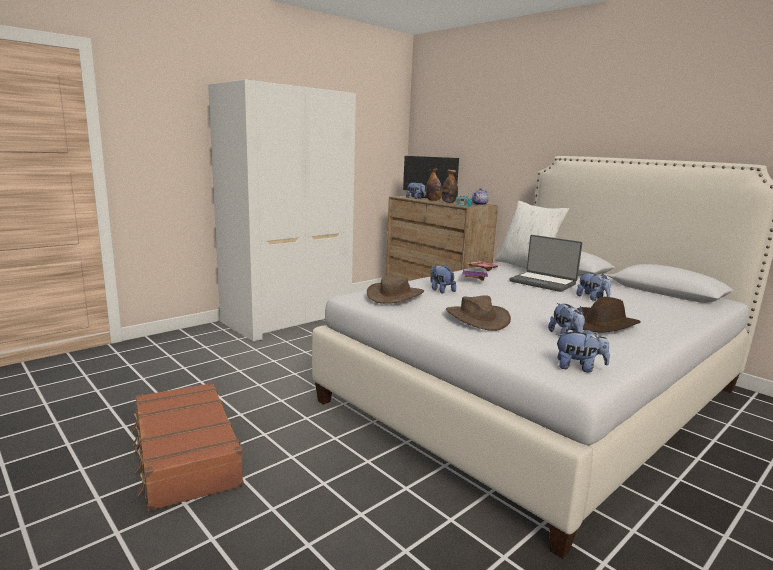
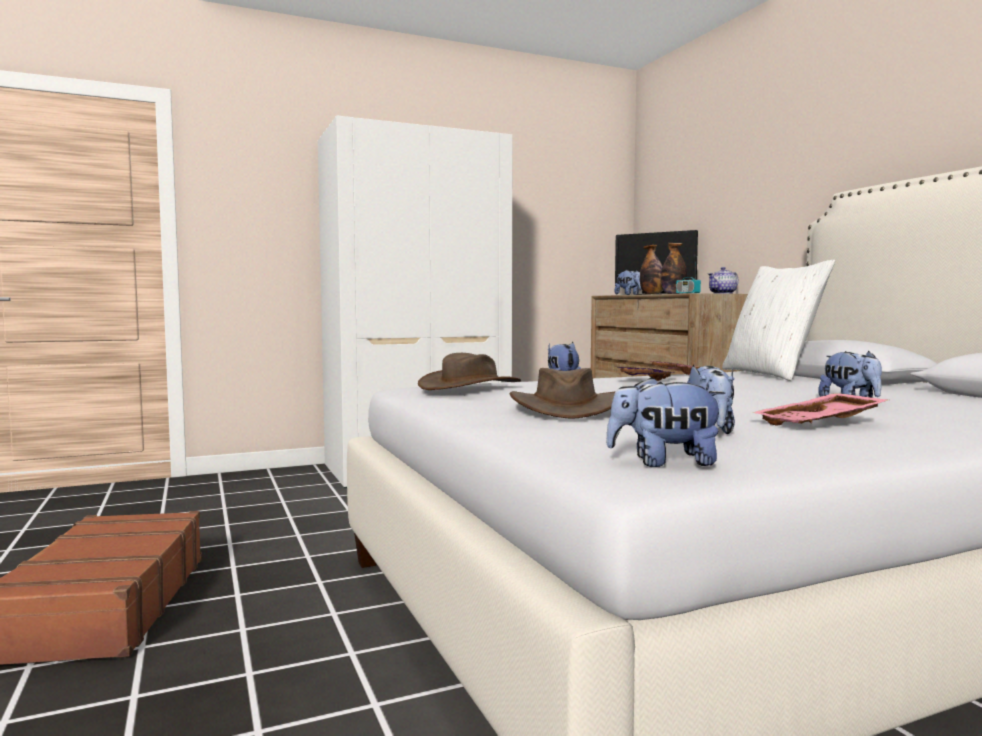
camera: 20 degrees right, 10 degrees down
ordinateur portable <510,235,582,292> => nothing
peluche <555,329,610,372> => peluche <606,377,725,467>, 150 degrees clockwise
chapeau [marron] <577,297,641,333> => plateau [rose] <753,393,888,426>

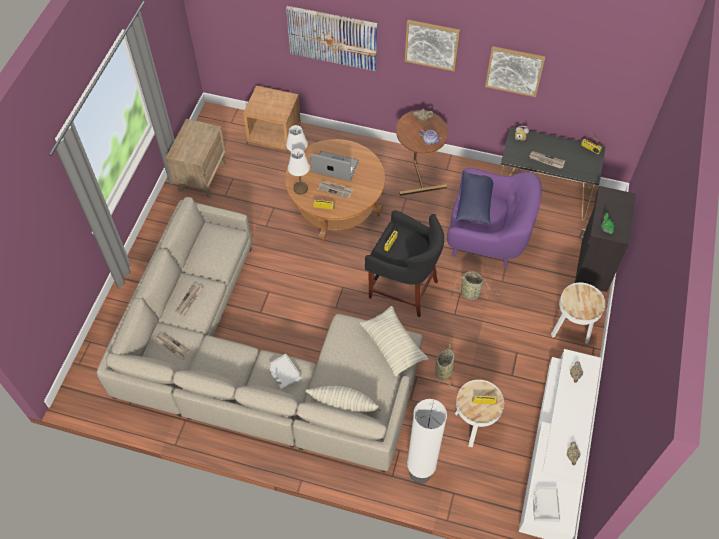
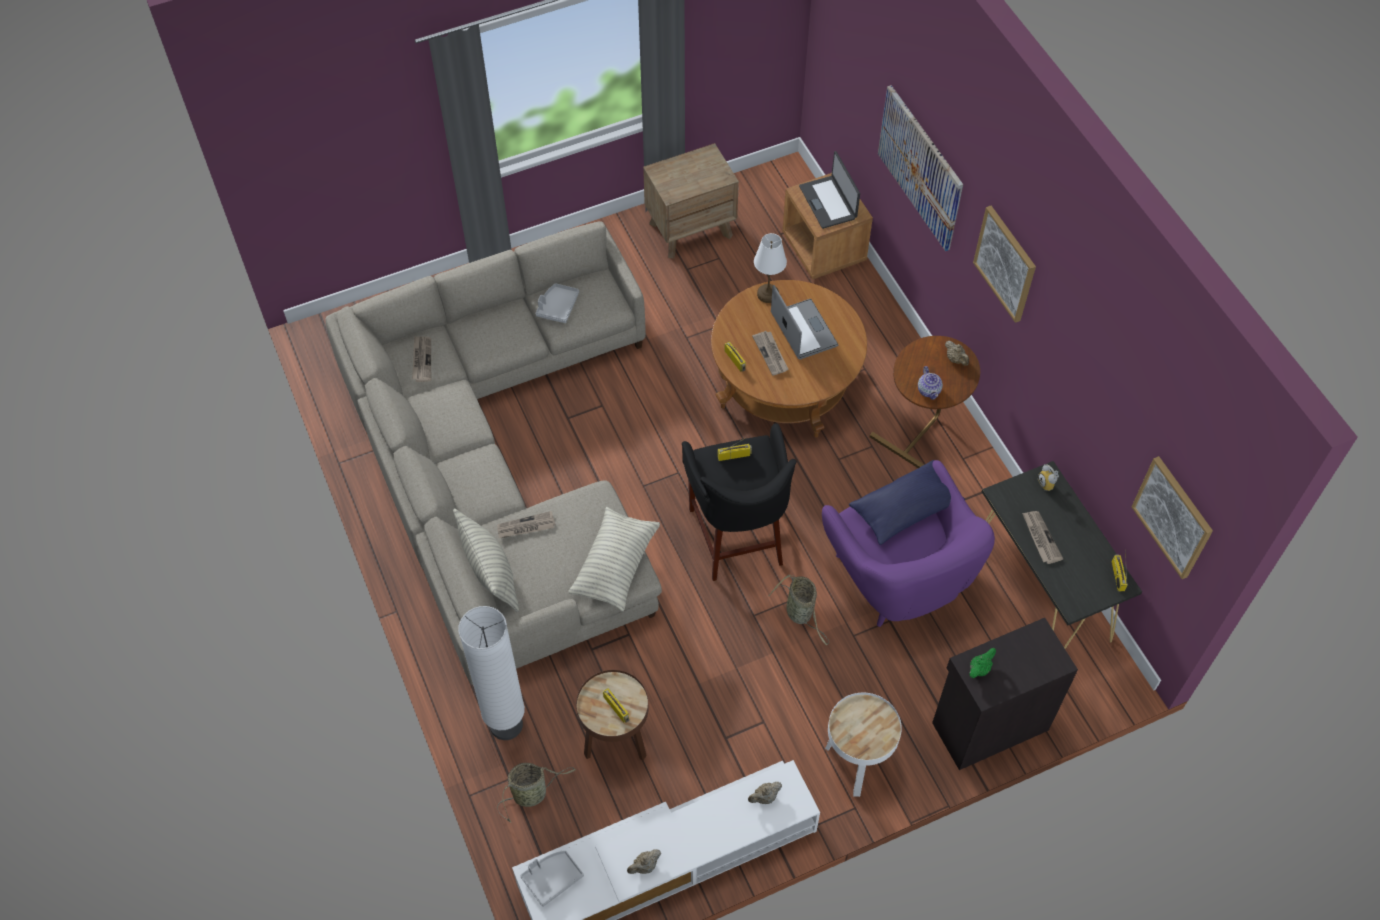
camera: 50 degrees right, 0 degrees up
journal <175,283,203,316> => journal <497,511,556,538>, moved
plateau [gris] <270,354,302,390> => plateau [gris] <535,283,579,323>, moved
lampe de table [blanc] <288,149,310,195> => nothing
panier <435,343,455,391> => panier <497,763,576,823>, moved
table d'appoint [blanc] <455,380,504,447> => table d'appoint [marron] <576,670,648,761>
tableau <485,46,545,97> => tableau <1131,456,1213,579>, moved
nothing => ordinateur portable <799,151,860,229>

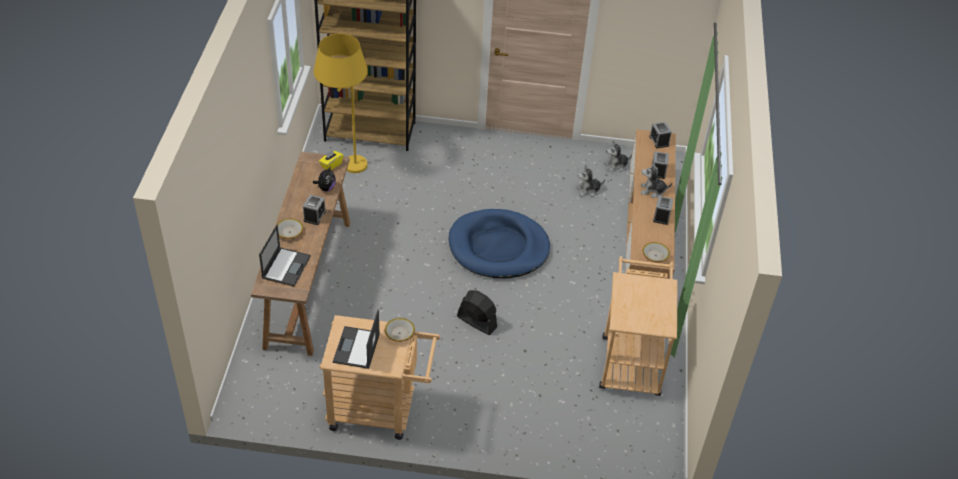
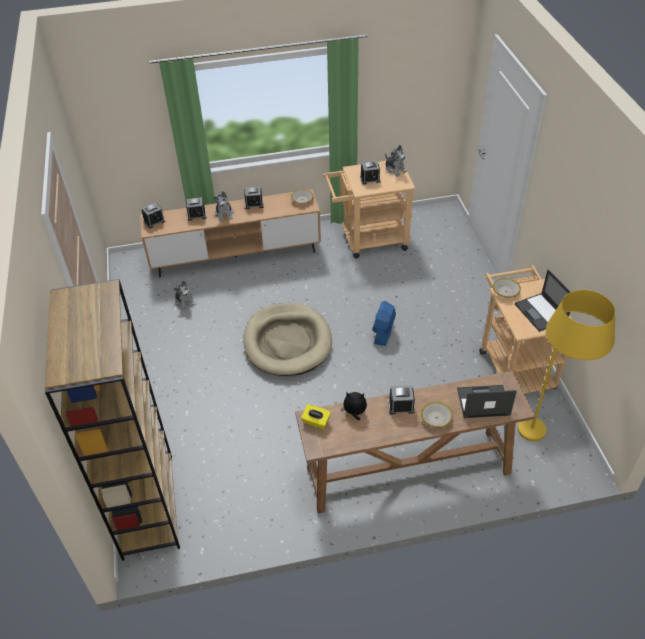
camera: 105 degrees left, 0 degrees up
lampadaire [jaune] <314,34,368,173> => lampadaire [jaune] <518,290,616,441>, moved
ordinateur portable <333,309,380,369> => ordinateur portable <515,269,570,332>, 75 degrees clockwise
panier pour chien [bleu] <448,209,550,278> => panier pour chien [beige] <243,303,332,376>
ventilateur [noir] <457,290,498,335> => ventilateur [bleu] <372,301,396,346>
peluche <604,141,632,172> => peluche <385,145,407,177>, moved
nothing => réveil <360,161,381,185>

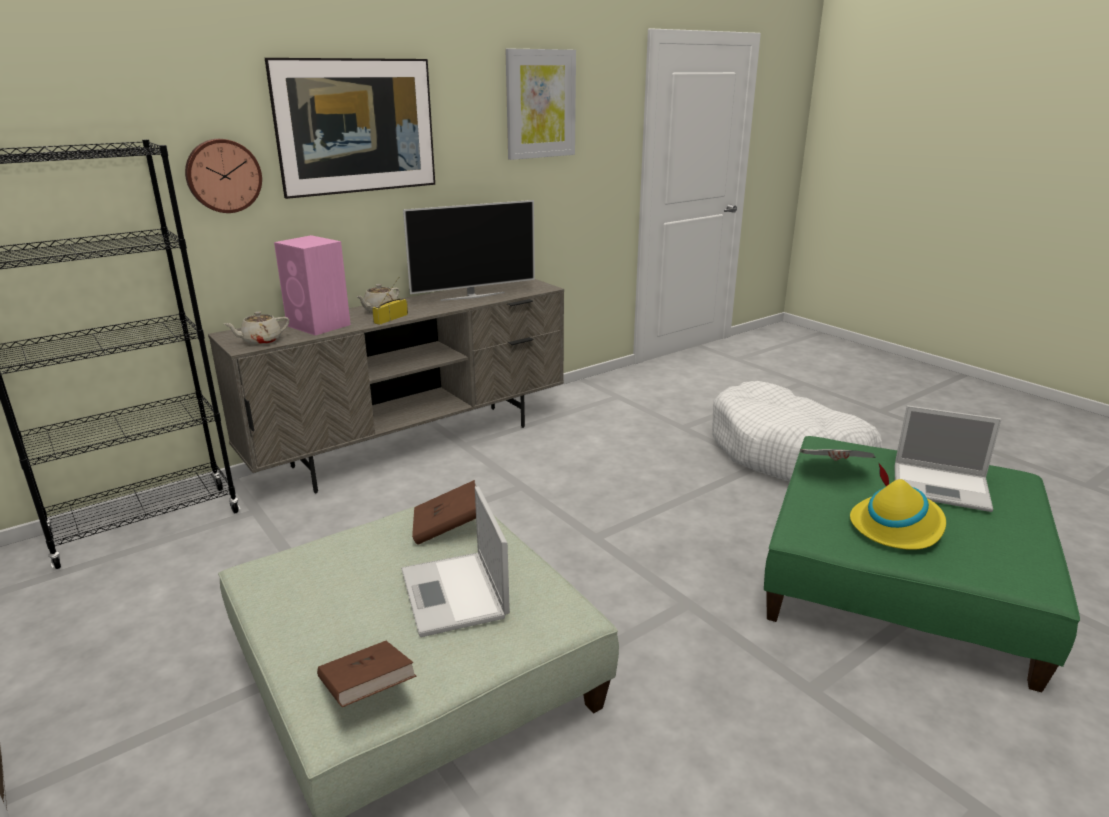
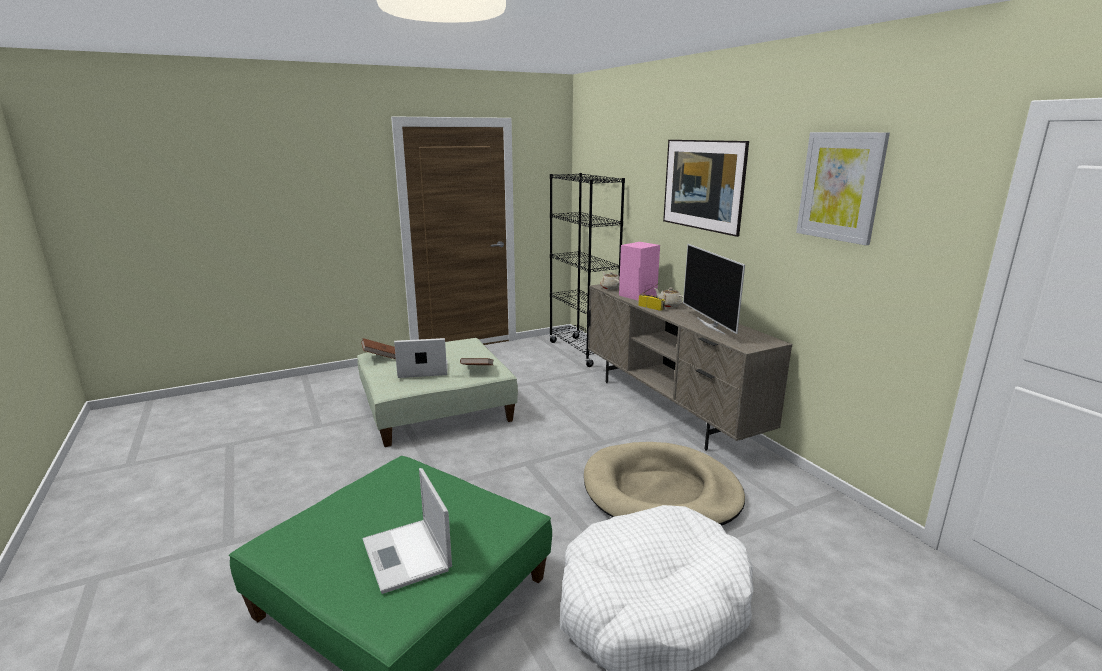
camera: 100 degrees right, 5 degrees down
horloge murale <185,139,262,213> => nothing
journal <799,449,876,461> => nothing
chapeau [jaune] <850,462,946,550> => nothing
ordinateur portable <895,405,1001,512> => ordinateur portable <362,468,452,594>, 60 degrees counterclockwise
nothing => panier pour chien [beige] <584,442,745,526>

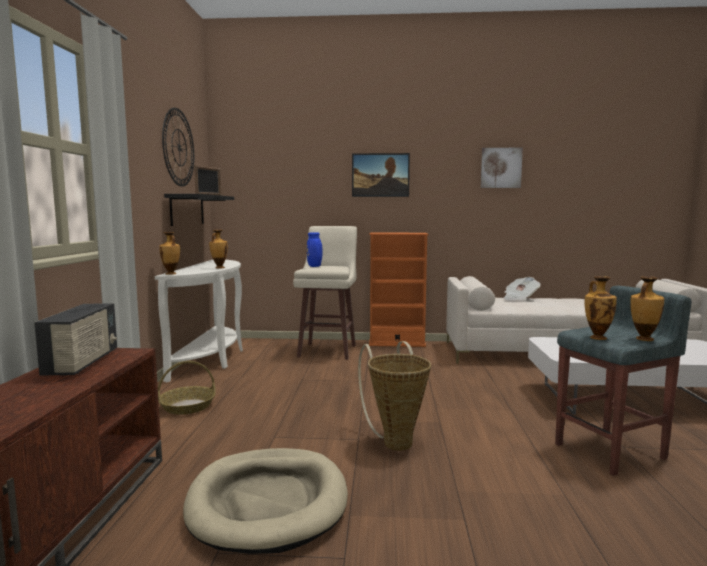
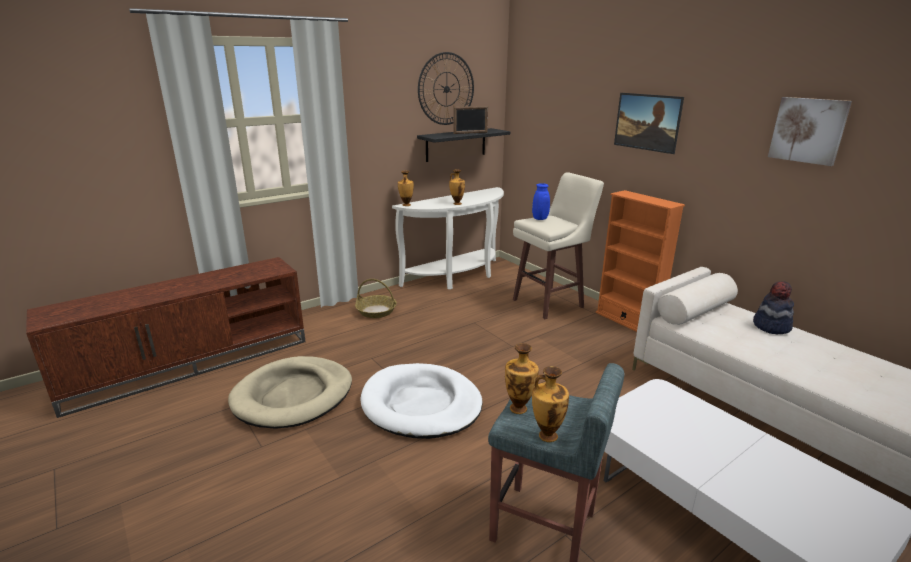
camera: 50 degrees right, 15 degrees up
radio <34,303,117,375> => nothing
panier <358,341,431,451> => panier pour chien [blanc] <360,363,483,439>
journal <503,277,541,301> => chapeau <753,281,794,334>

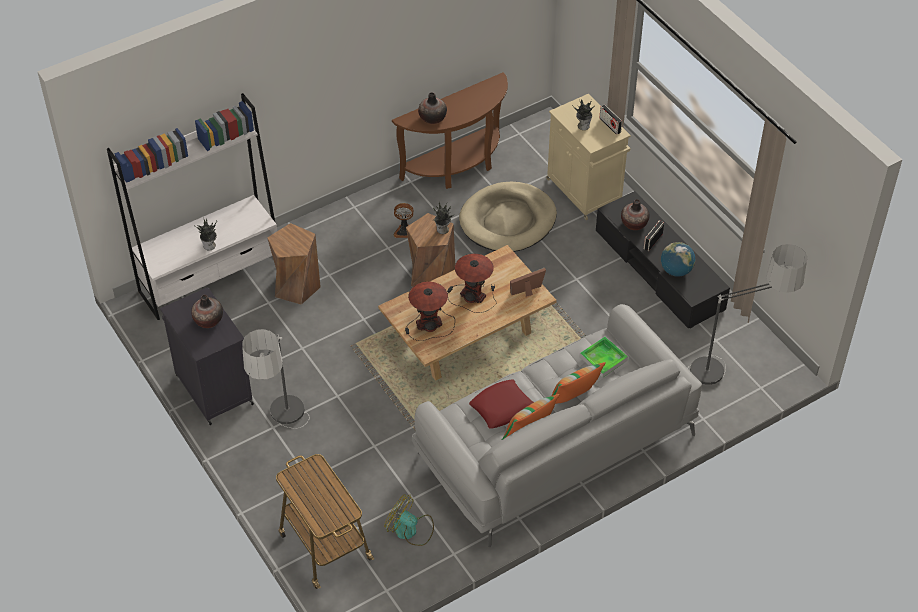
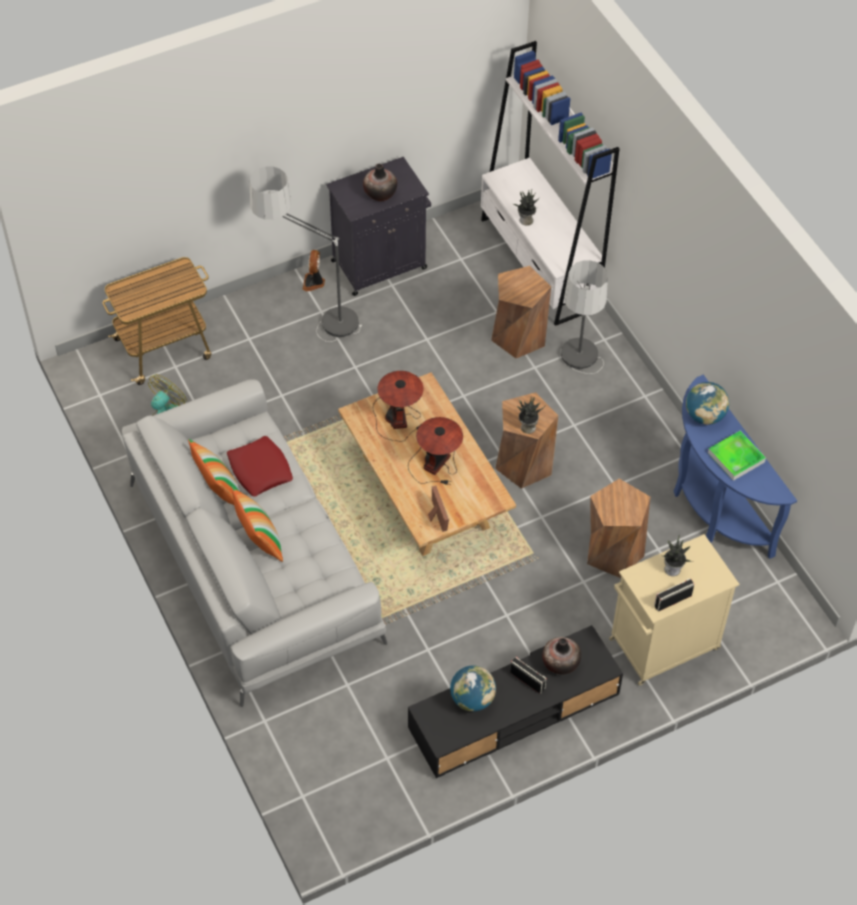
camera: 95 degrees right, 5 degrees up
table console [marron] <392,73,508,189> => table console [bleu] <674,375,797,559>
ventilateur <394,203,414,238> => ventilateur <303,250,325,291>, moved
vase <418,92,447,124> => globe <686,382,729,425>
panier pour chien [beige] <459,182,557,252> => tabouret [marron] <587,479,651,578>
plateau <580,337,628,378> => plateau <708,431,766,481>, moved
lampadaire <690,244,807,385> => lampadaire <561,260,608,374>, moved

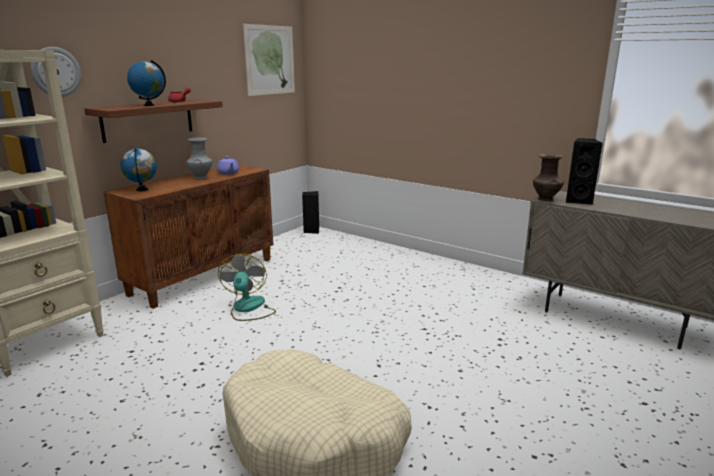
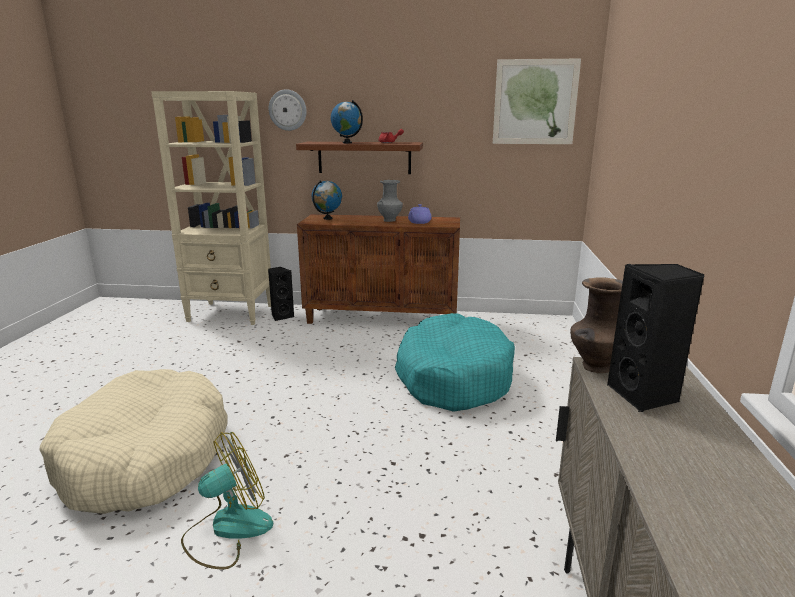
camera: 60 degrees right, 0 degrees up
ventilateur <218,254,276,321> => ventilateur <181,432,273,570>, moved
enceinte [noir] <302,191,319,234> => enceinte [noir] <268,267,294,321>, moved
nothing => panier pour chien [turquoise] <395,313,515,412>

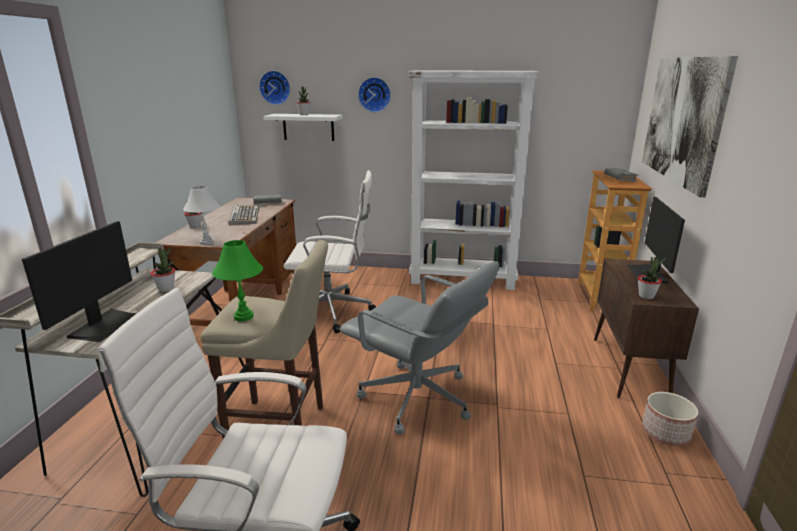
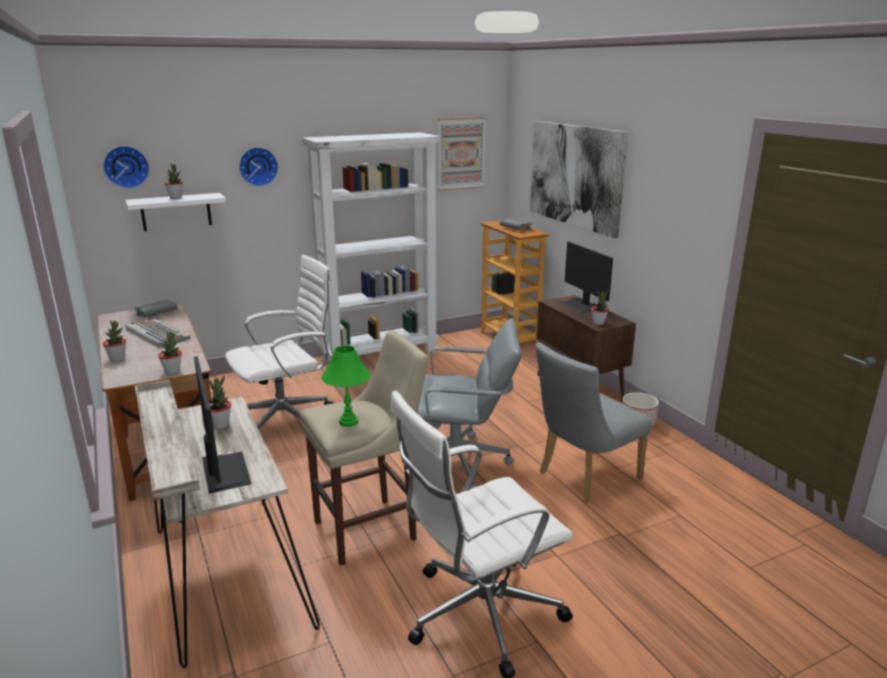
camera: 35 degrees left, 0 degrees up
lampe de table [blanc] <183,186,220,245> => plante en pot <158,331,182,374>
nothing => tableau <438,117,486,191>
nothing => chaise [gris] <535,342,652,502>

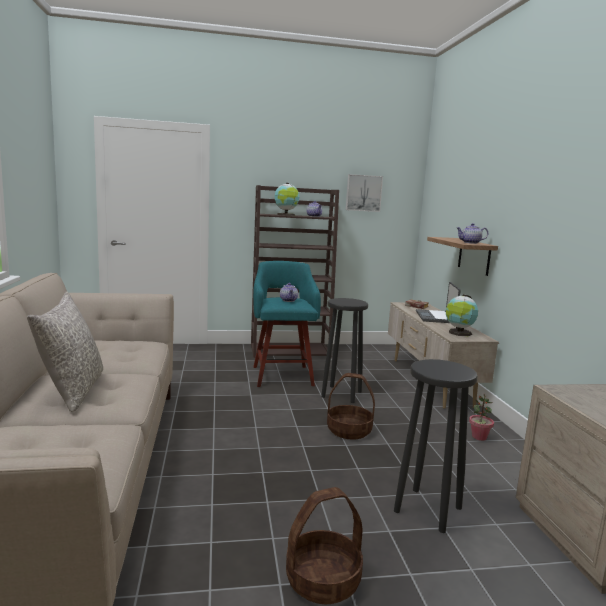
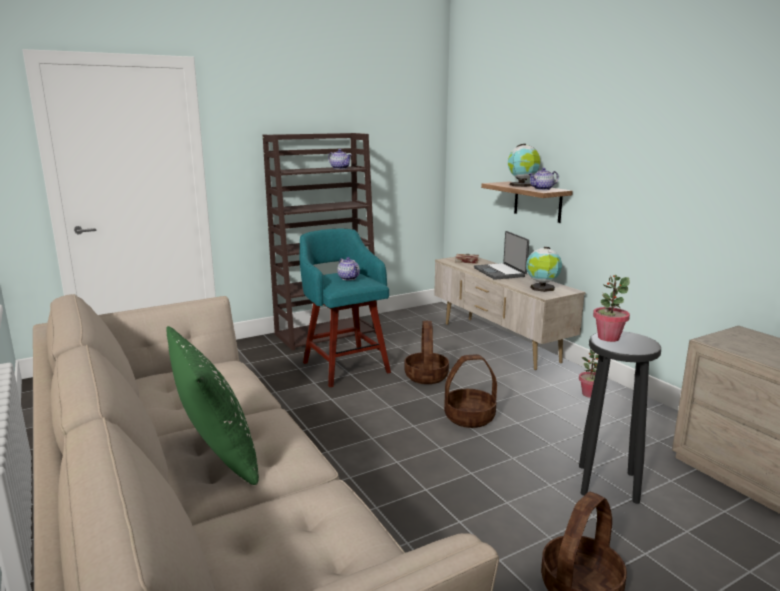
camera: 20 degrees left, 5 degrees up
coussin [gris] <27,291,103,412> => coussin [vert] <166,326,259,485>
globe <275,183,299,216> => globe <508,144,540,187>, moved
tabouret [noir] <321,298,368,403> => panier <404,321,449,384>
tableau <346,174,383,212> => nothing
nothing => plante en pot <593,275,630,342>

